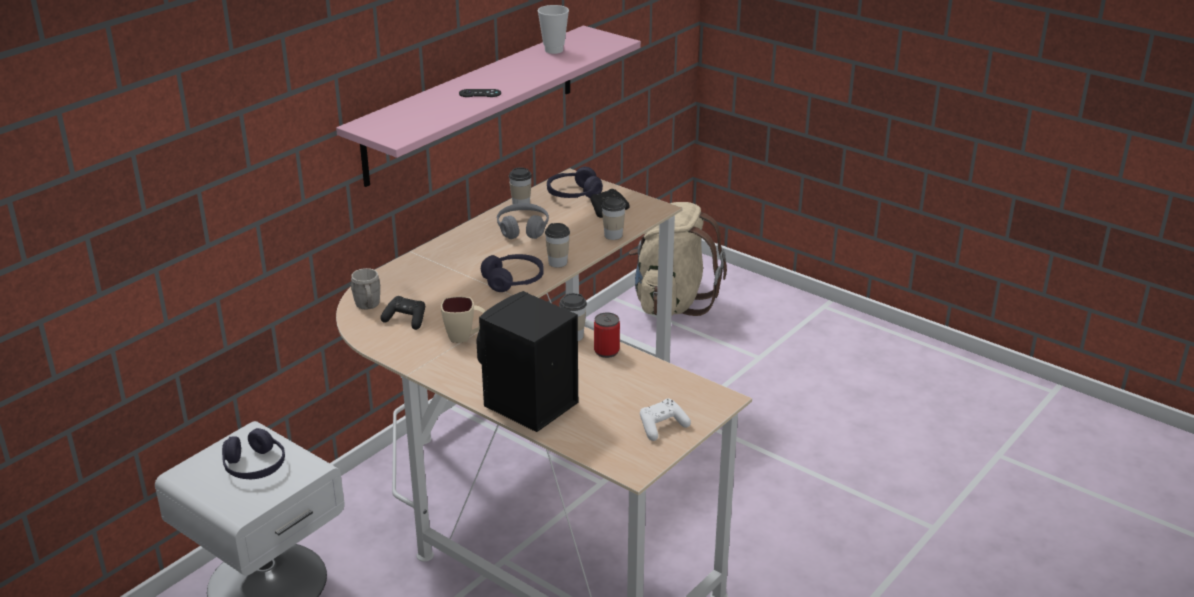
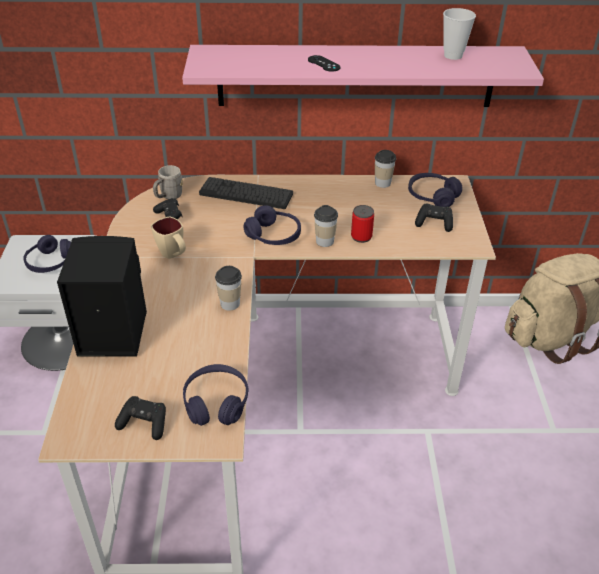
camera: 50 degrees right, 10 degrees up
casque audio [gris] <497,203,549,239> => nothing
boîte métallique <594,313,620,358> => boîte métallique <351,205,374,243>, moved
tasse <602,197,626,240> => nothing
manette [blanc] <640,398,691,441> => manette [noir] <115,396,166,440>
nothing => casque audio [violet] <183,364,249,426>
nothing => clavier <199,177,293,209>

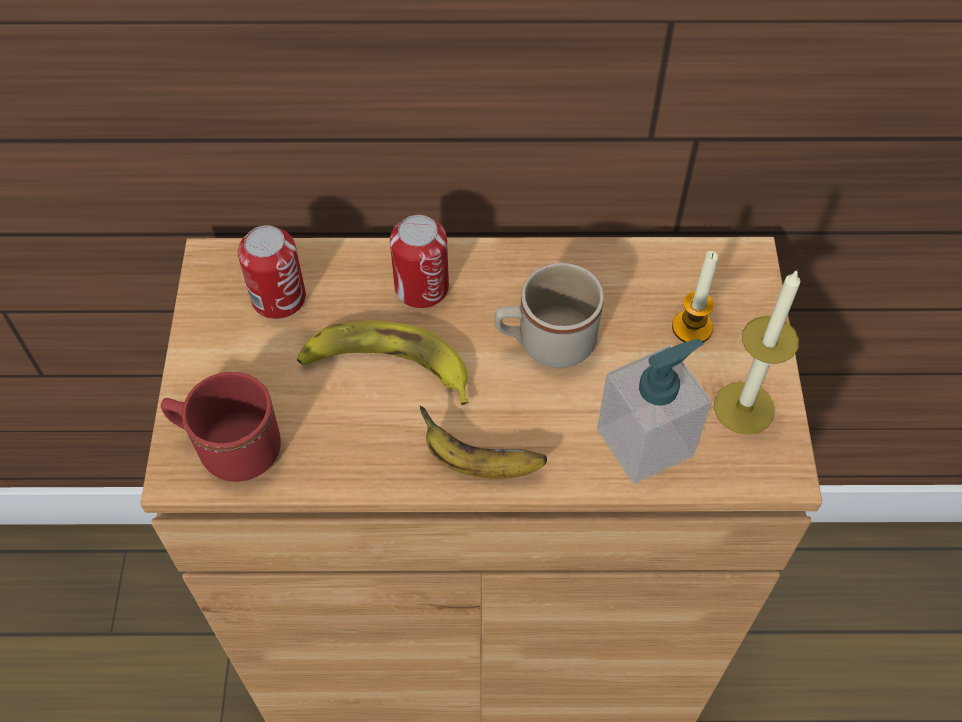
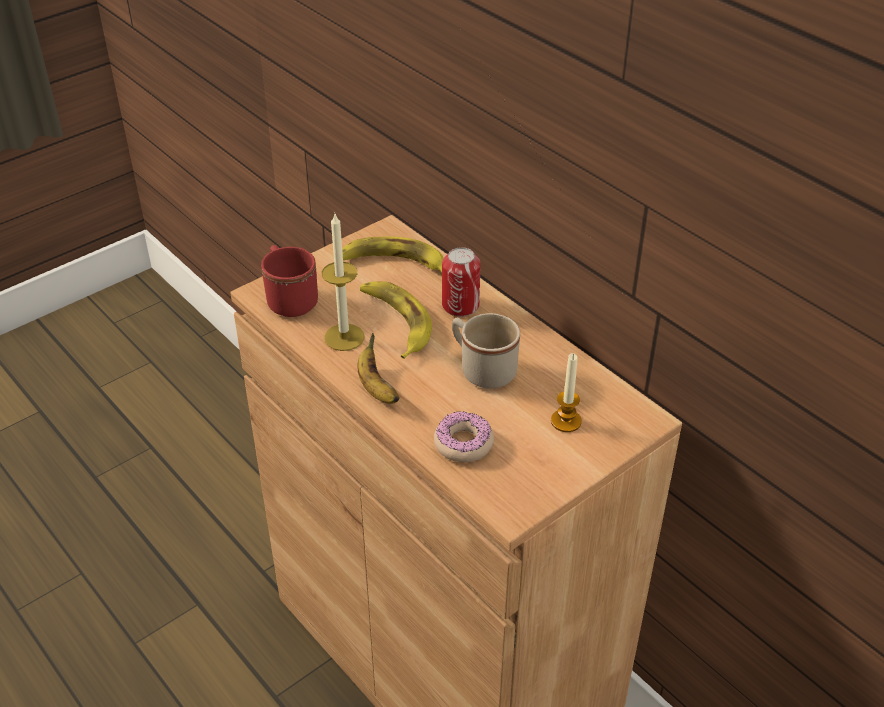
camera: 50 degrees right, 15 degrees down
boîte métallique <238,225,306,319> => banane <342,237,443,276>
distributeur de savon <597,339,712,484> => beignet <434,411,494,462>
bougie <714,269,800,435> => bougie <322,214,365,351>, moved

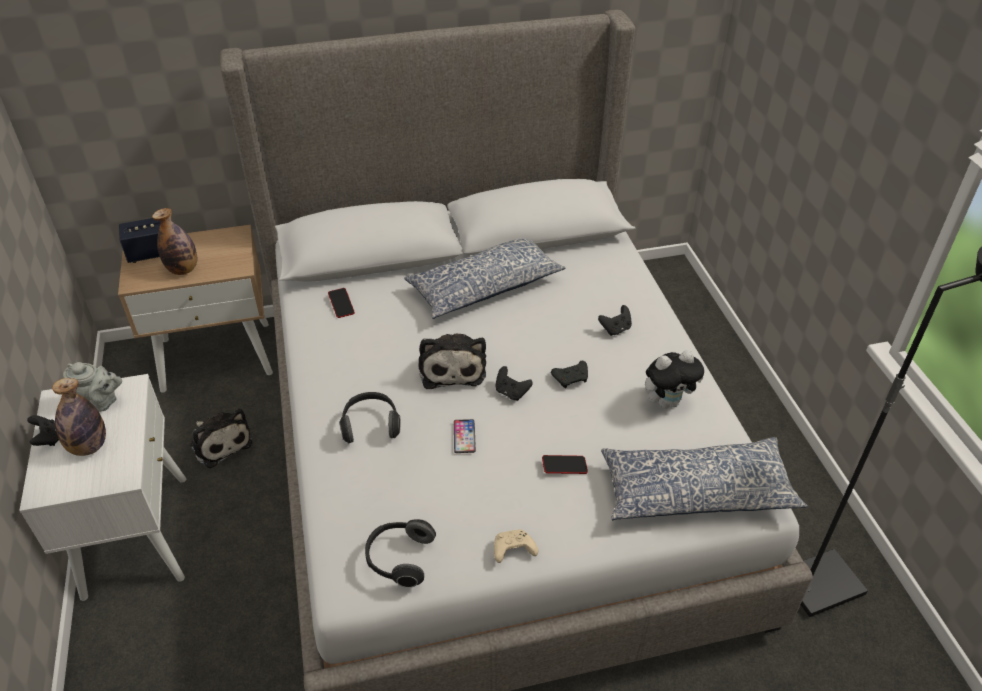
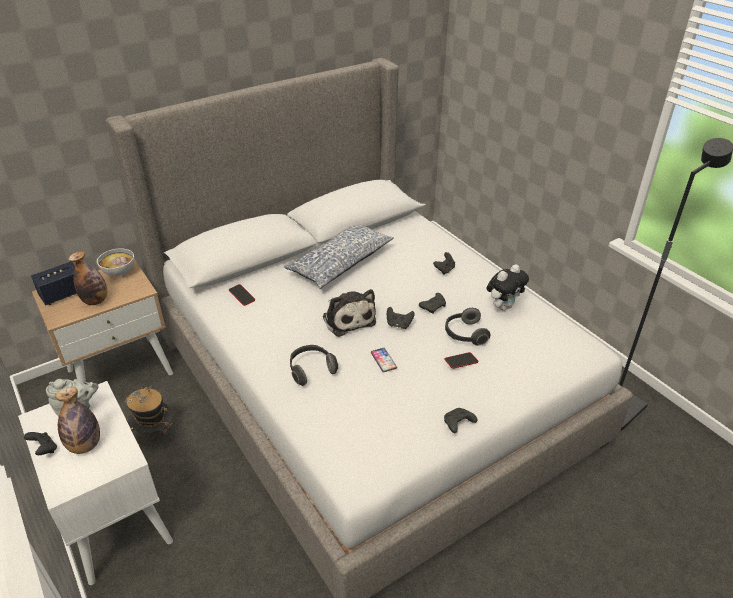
camera: 20 degrees left, 5 degrees down
peluche <190,408,252,468> => chapeau <125,385,177,435>
casque audio <365,519,436,588> => casque audio <445,308,490,345>, moved
manette [beige] <494,529,538,563> => manette [noir] <444,408,477,433>
coussin <601,437,808,520> => nothing
nothing => bol <97,248,134,276>

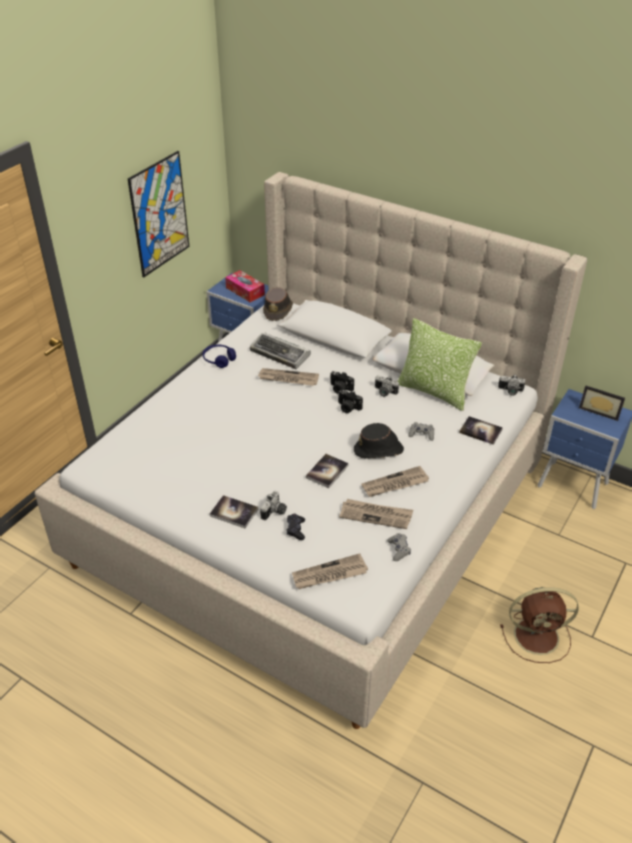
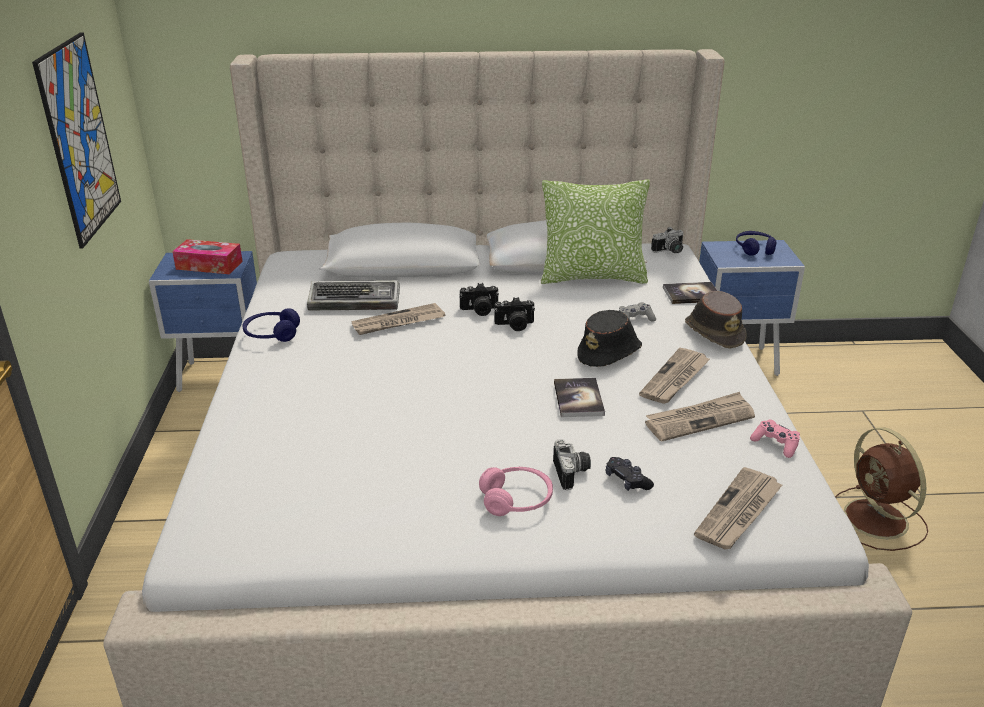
camera: 35 degrees left, 10 degrees down
livre <209,495,258,528> => casque audio [rose] <479,467,553,516>
chapeau [marron] <263,287,293,321> => chapeau [marron] <685,291,747,348>, moved
appareil photo <375,375,399,397> => nothing
manette [gris] <387,533,411,561> => manette [rose] <750,419,800,458>
ventilateur [marron] <500,587,579,663> => ventilateur [marron] <835,428,928,551>, 105 degrees clockwise
cadre photo <579,386,625,421> => casque audio [bleu] <736,231,777,256>

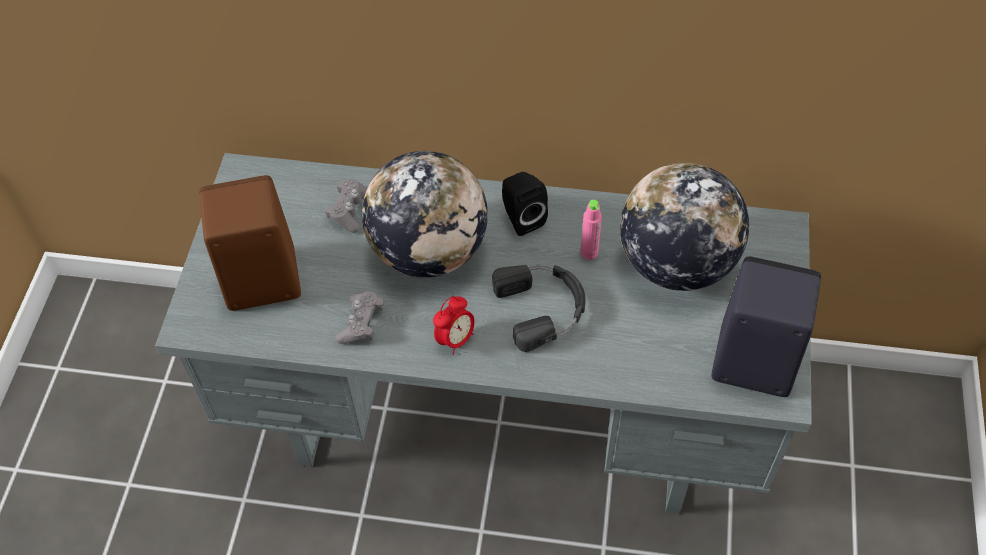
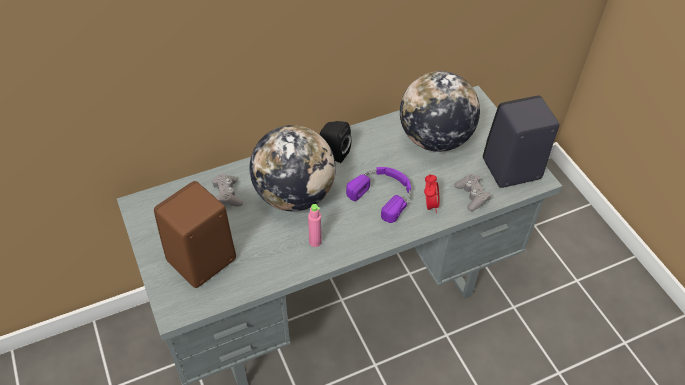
camera: 35 degrees left, 5 degrees down
manette [gris] <335,291,384,344> => manette [gris] <454,174,491,211>, moved
réveil <433,296,475,355> => réveil <424,175,439,213>, moved
casque audio [noir] <492,265,586,352> => casque audio [violet] <346,167,411,223>
bouteille [rose] <581,200,602,260> => bouteille [rose] <308,204,322,247>, moved

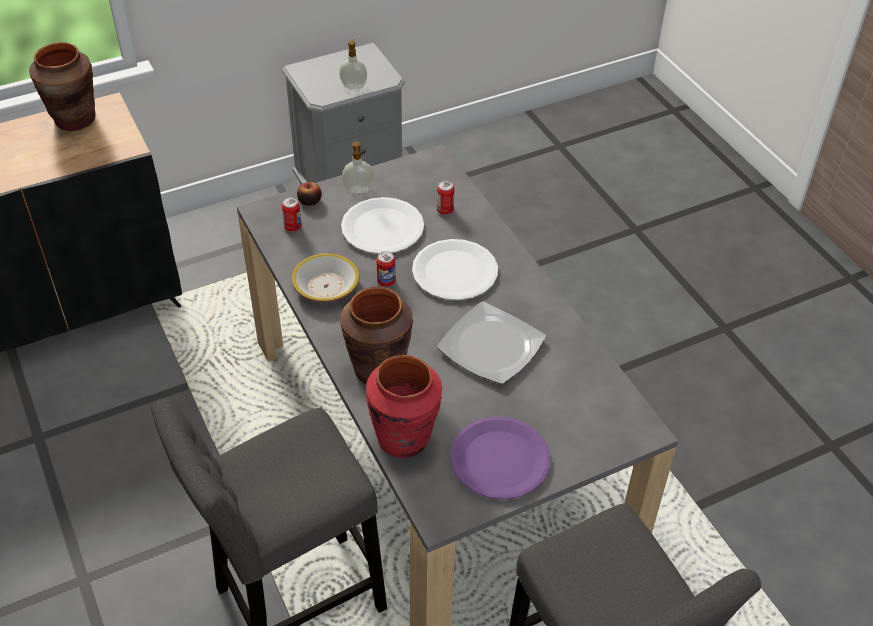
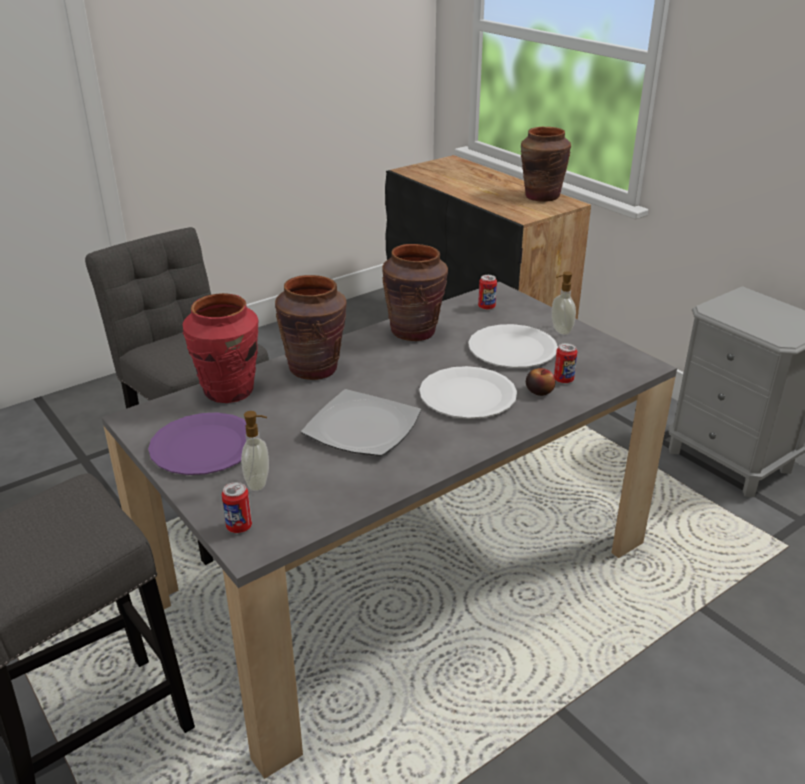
camera: 80 degrees right, 15 degrees down
bol <292,253,359,302> => vase [marron] <382,244,448,341>
pomme <297,182,322,206> => pomme <526,368,555,396>, moved
distributeur de savon <339,39,367,89> => distributeur de savon <241,411,269,491>, moved
boîte métallique <376,251,396,287> => boîte métallique <222,482,252,533>, moved

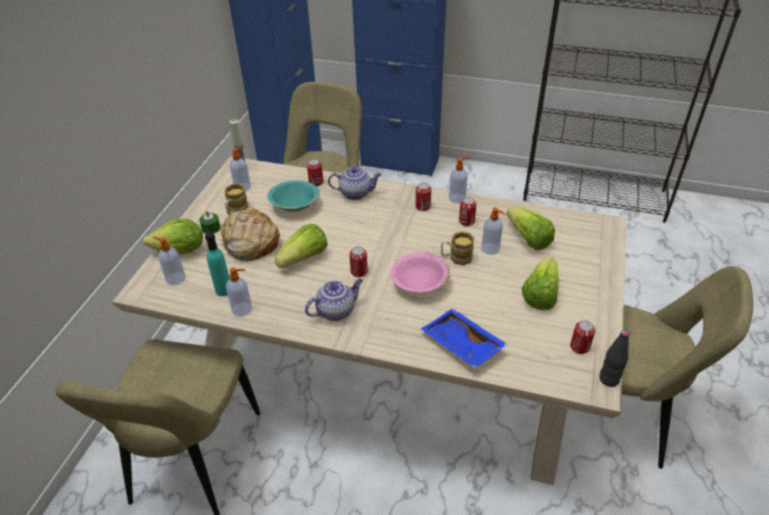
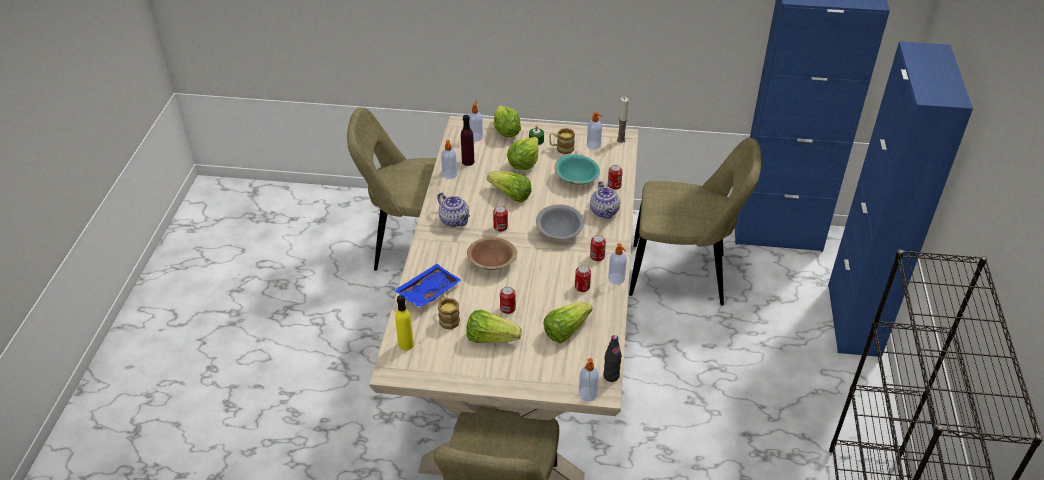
camera: 80 degrees right, 0 degrees up
bouteille [turquoise] <205,232,230,296> => bouteille [violet] <461,115,474,166>
pain <221,208,280,261> => laitue <507,137,539,170>
bol [rose] <391,252,450,293> => bol [marron] <467,237,517,270>
mug <441,231,474,266> => mug <438,294,460,330>, moved
distributeur de savon <481,207,505,255> => distributeur de savon <579,358,599,401>, moved
boîte métallique <570,320,595,354> => boîte métallique <500,287,516,314>, moved
bouteille [noir] <599,330,629,387> => bouteille [noir] <603,335,622,382>, moved
nothing => bouteille [jaune] <395,295,414,351>
nothing => bol [gris] <536,204,584,239>

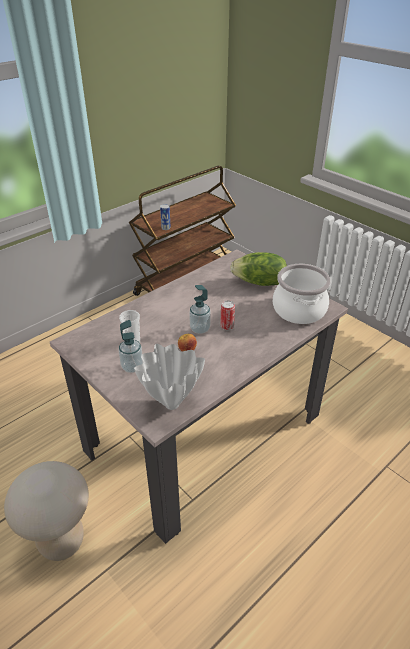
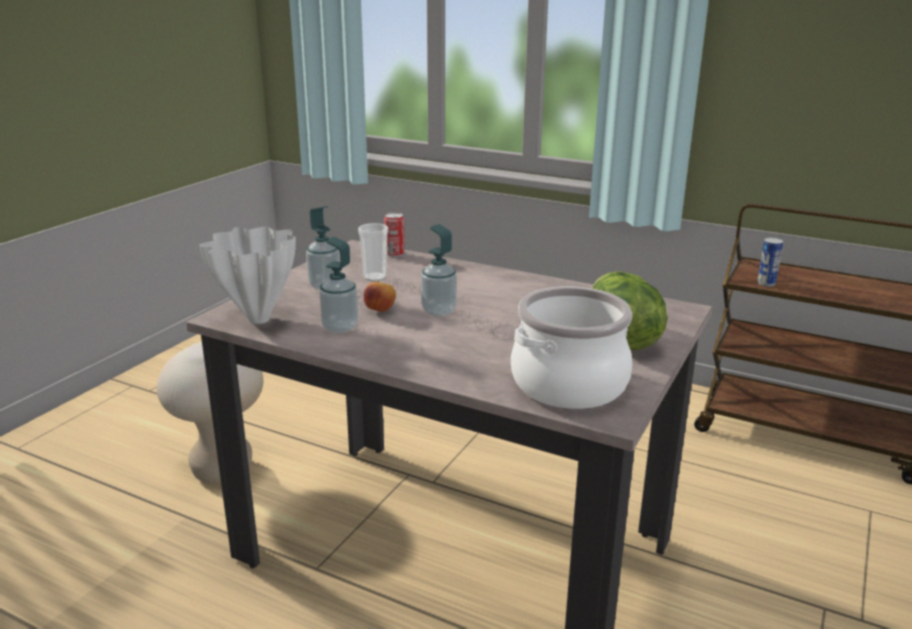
camera: 70 degrees right, 15 degrees down
boîte métallique <220,300,235,330> => boîte métallique <384,212,405,257>, moved
nothing => distributeur de savon <319,237,358,334>

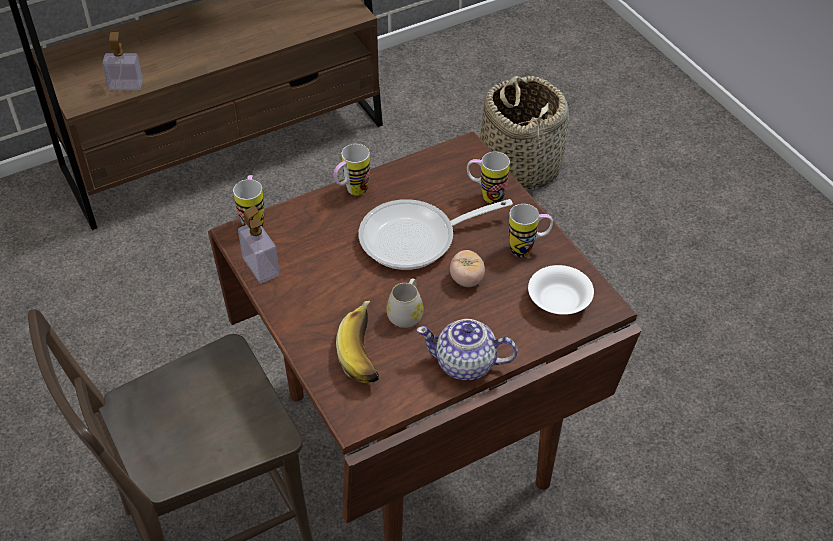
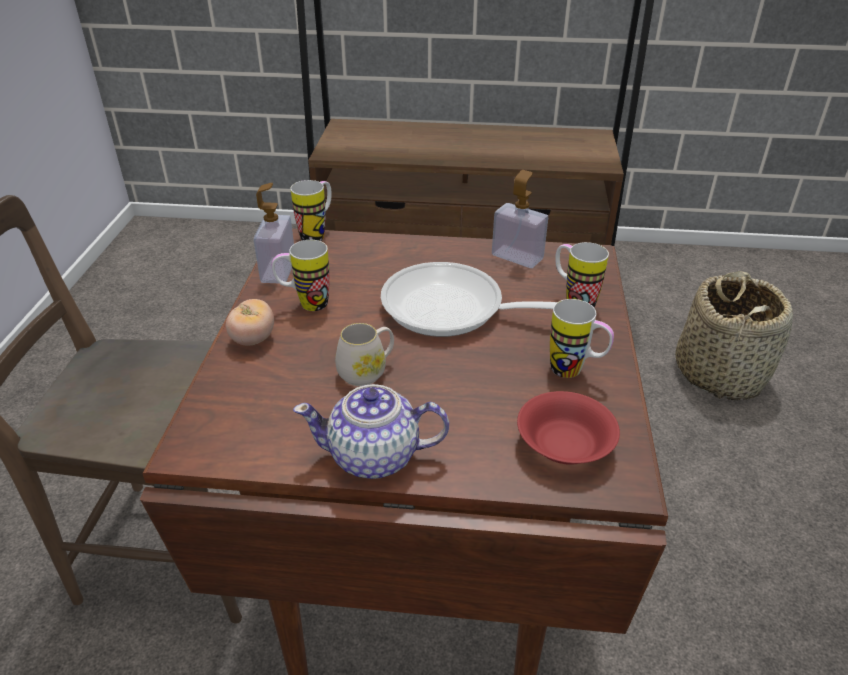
camera: 35 degrees right, 10 degrees down
distributeur de savon <102,32,143,90> => distributeur de savon <492,170,548,268>, moved
mug <334,144,370,196> => mug <272,240,330,311>, moved
banane <336,301,379,383> => nothing
théière <416,319,518,380> => théière <293,384,449,479>, 45 degrees counterclockwise
tomate <450,250,485,287> => tomate <226,299,274,345>, moved
bol [blanc] <528,265,594,315> => bol [rouge] <517,391,620,465>

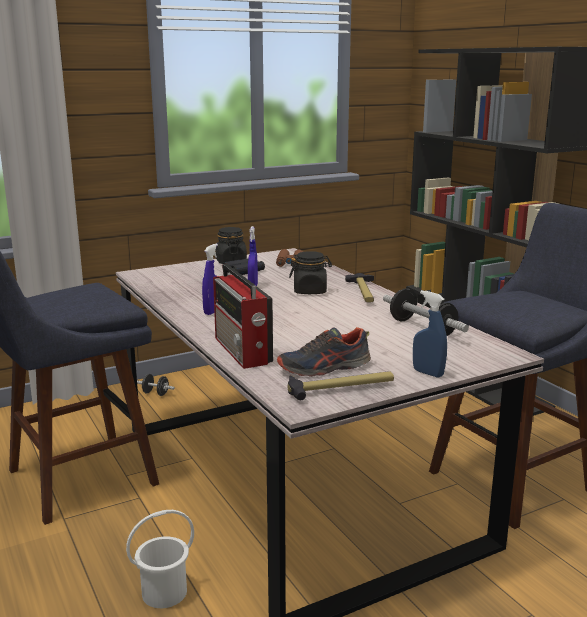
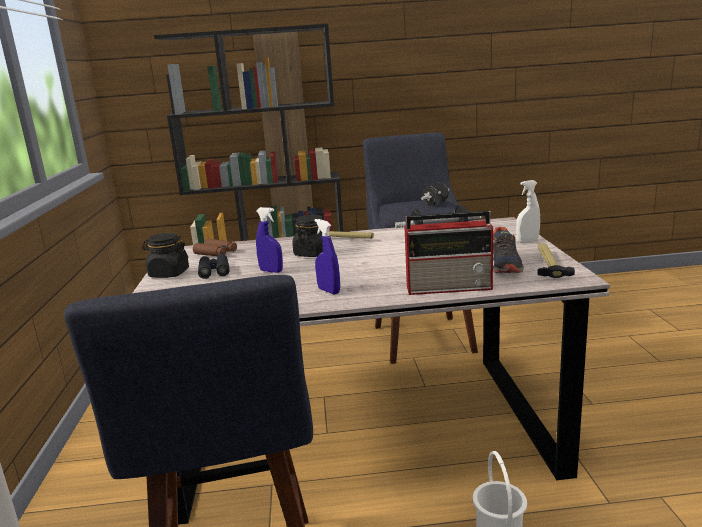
camera: 65 degrees left, 0 degrees up
haltère [noir] <137,374,175,396> => haltère [noir] <421,183,449,206>, moved
vaporisateur [bleu] <413,290,447,378> => vaporisateur [blanc] <516,180,540,243>

